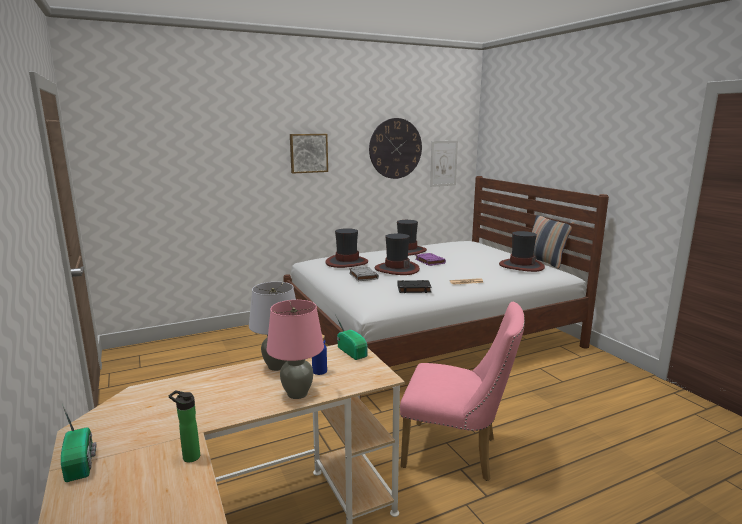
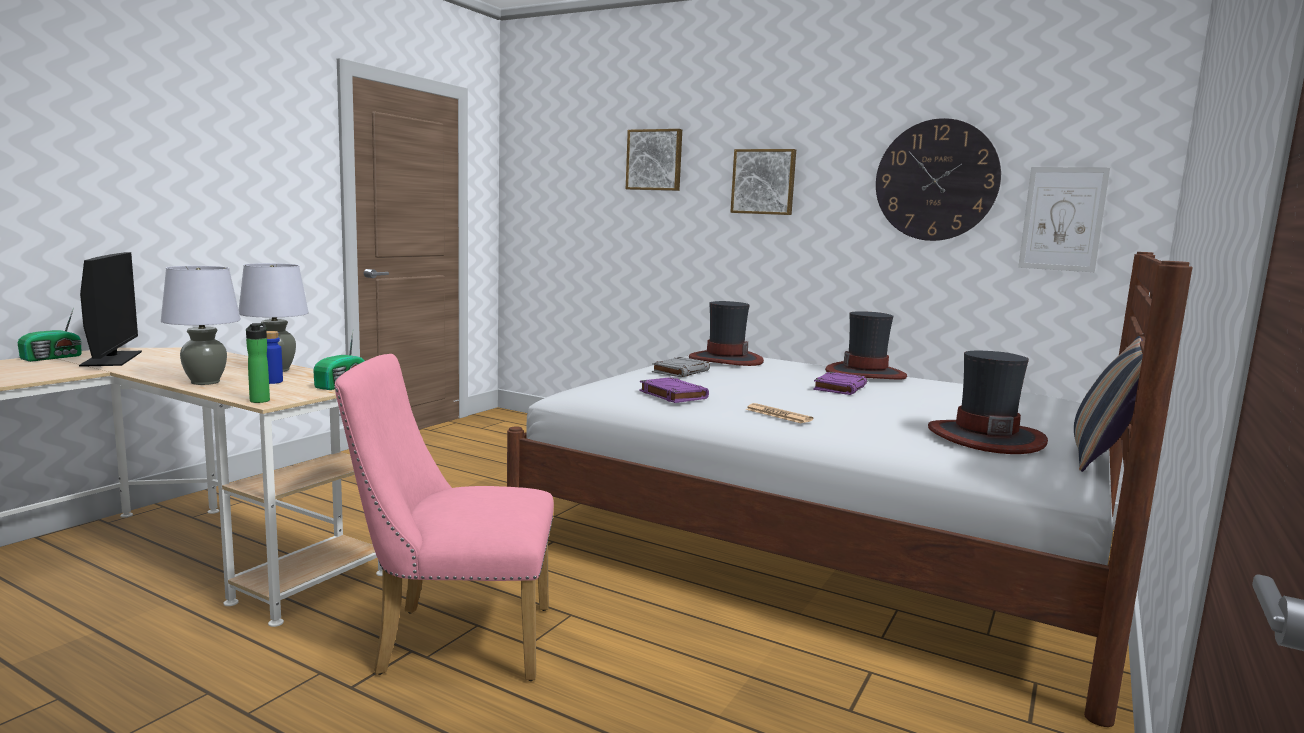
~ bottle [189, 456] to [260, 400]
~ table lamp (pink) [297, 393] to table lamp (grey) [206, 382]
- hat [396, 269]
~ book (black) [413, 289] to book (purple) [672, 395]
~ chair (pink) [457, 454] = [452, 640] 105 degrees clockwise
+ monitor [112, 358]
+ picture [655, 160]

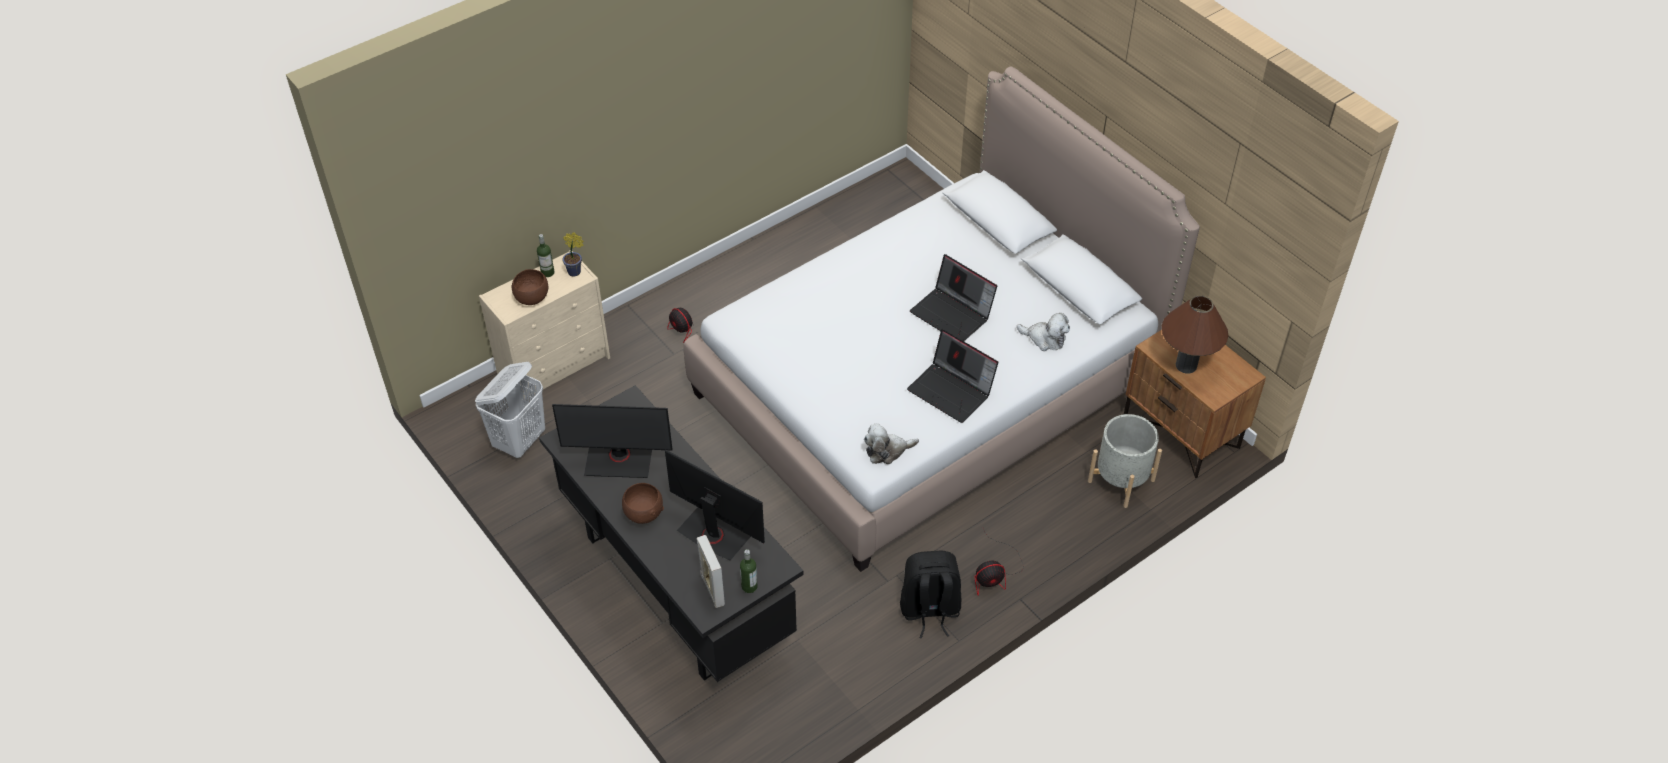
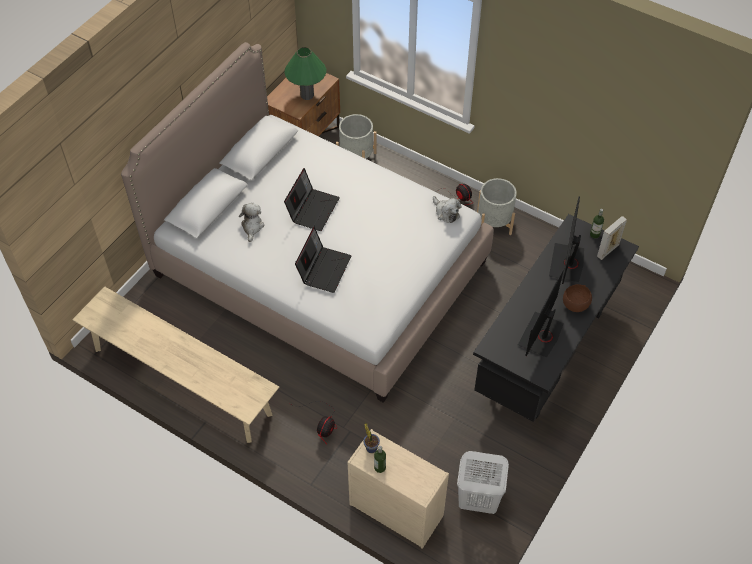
- bowl (brown) [532, 298]
~ monitor [619, 459] = [541, 335] 135 degrees counterclockwise
~ backpack (black) [929, 610] to planter (grey) [494, 223]
~ laptop [952, 391] to [324, 268]
~ plush toy [1045, 339] to [252, 226]
~ table lamp (brown) [1186, 365] to table lamp (green) [307, 95]
+ bench (beige) [181, 381]

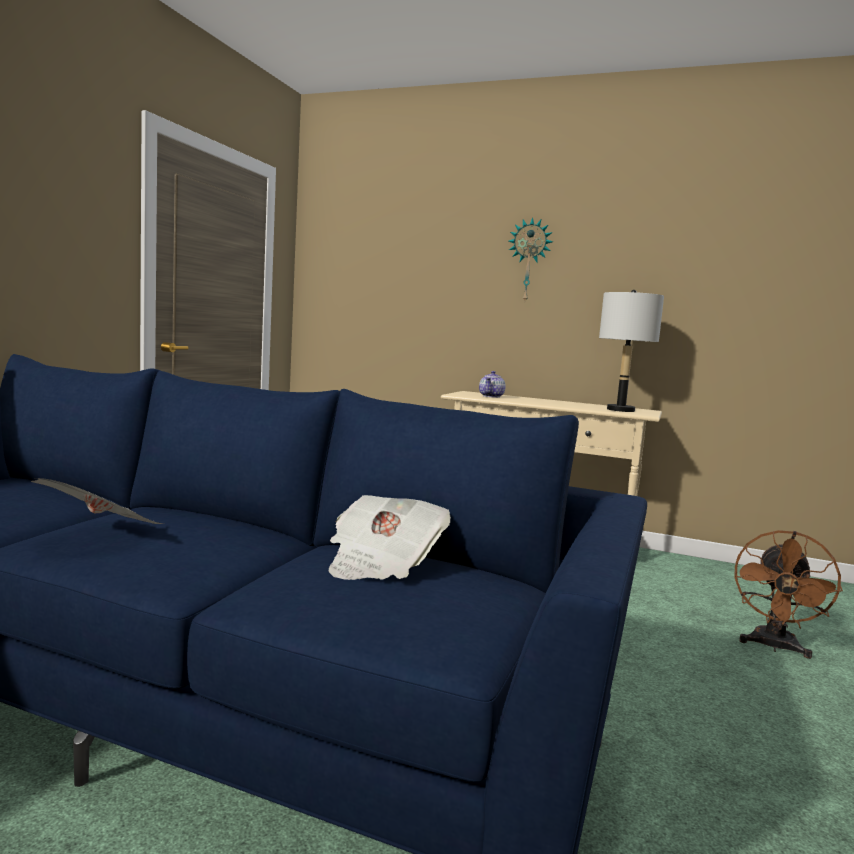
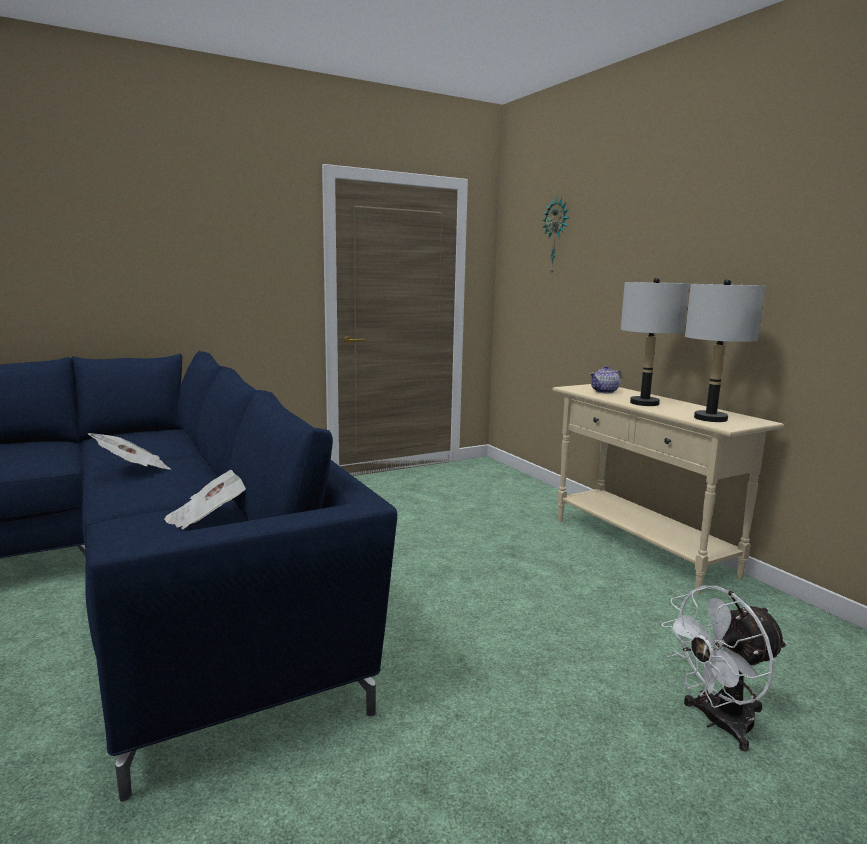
~ wall clock [529, 260] to [556, 236]
~ fan (brown) [774, 647] to fan (white) [718, 723]
+ table lamp (grey) [644, 403]

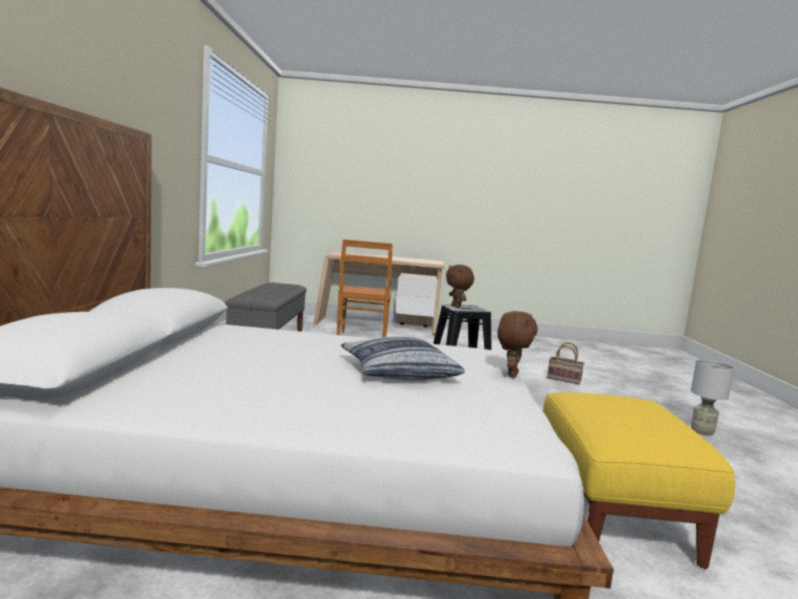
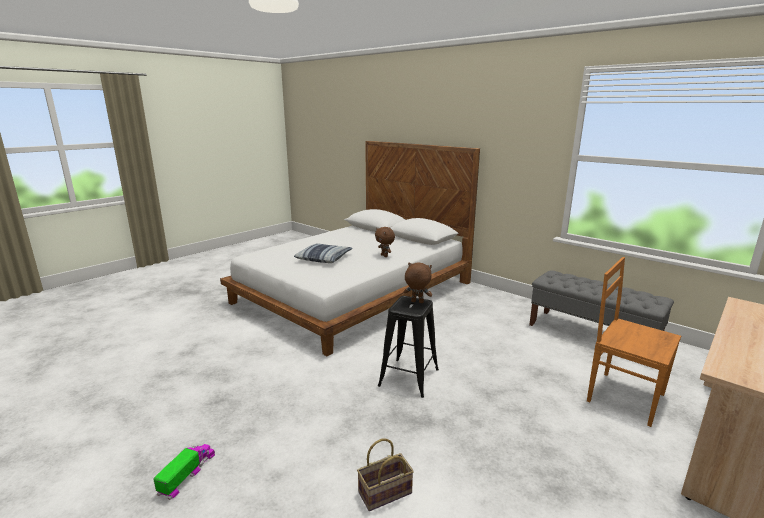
~ plush toy (brown) [511, 375] to [384, 256]
- ottoman (yellow) [613, 513]
~ table lamp (grey) [702, 432] to toy truck [187, 474]

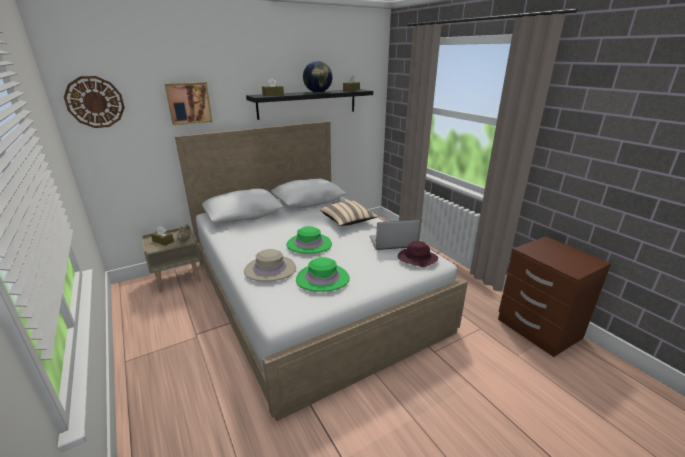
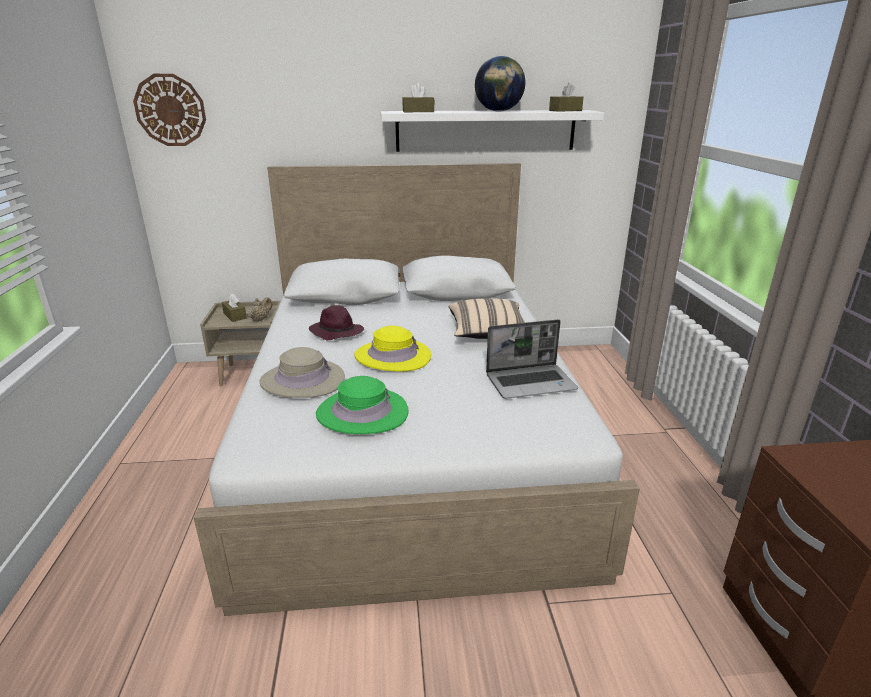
- picture [189, 103]
~ shelf (black) [308, 103] to shelf (white) [486, 130]
~ hat (green) [309, 244] to hat (yellow) [392, 356]
~ laptop [392, 242] = [531, 382] 150 degrees clockwise
~ hat (purple) [416, 259] to [336, 332]

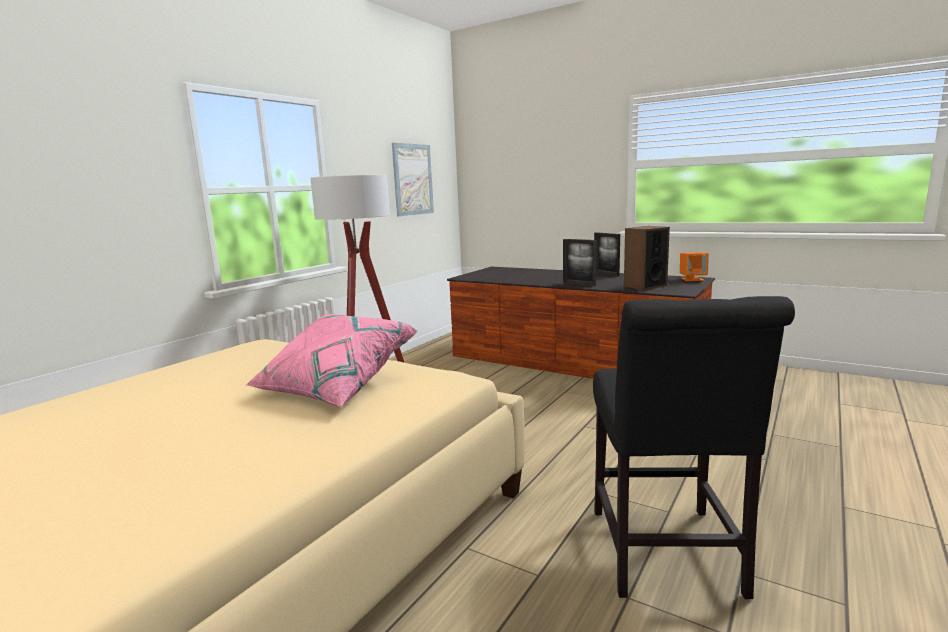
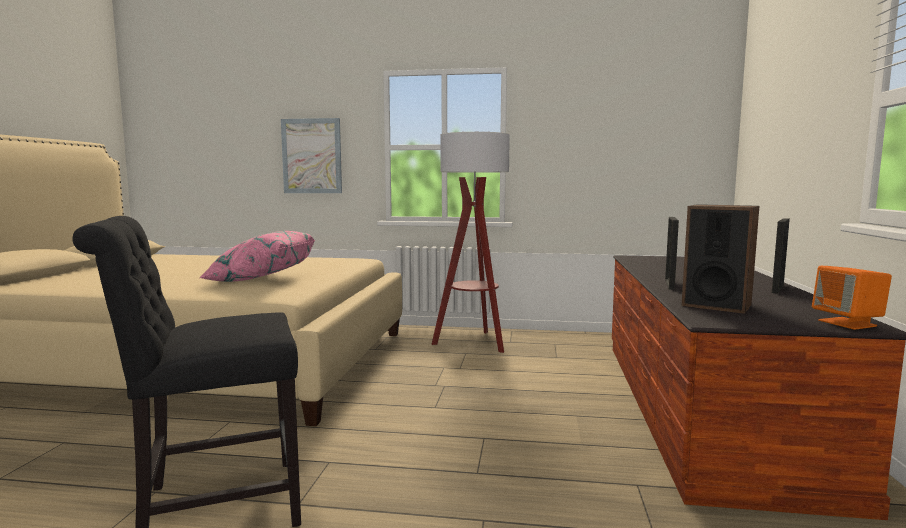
~ picture [412, 179] to [312, 156]

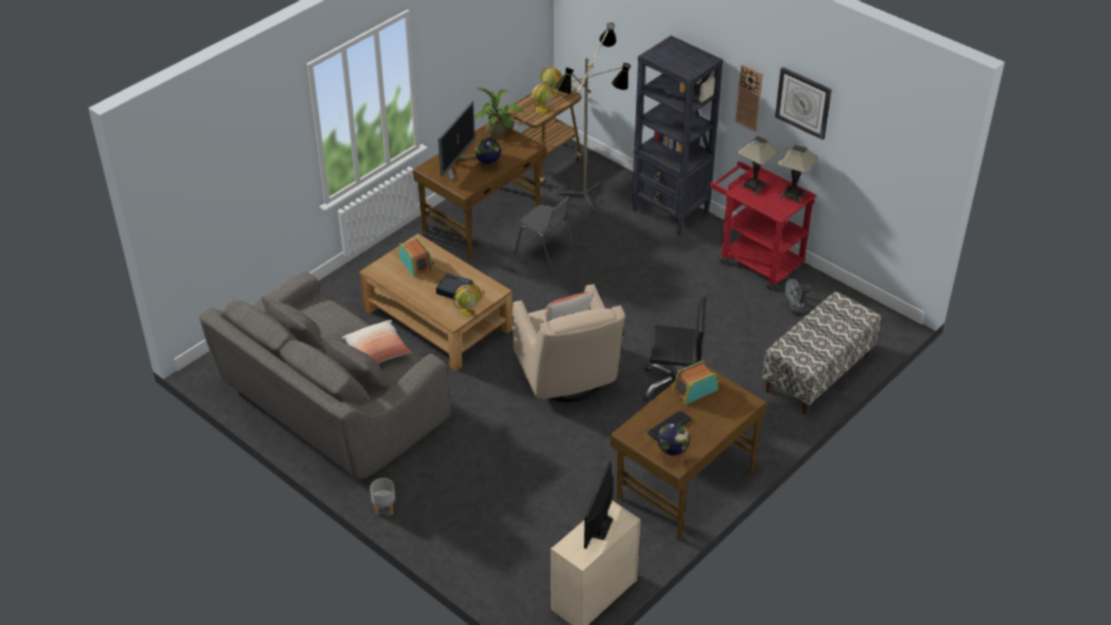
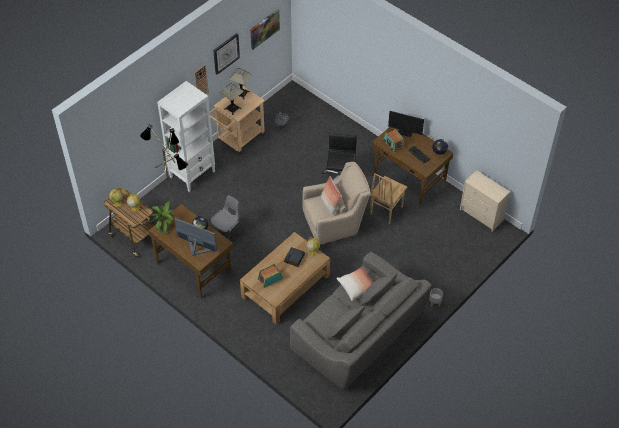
~ monitor [599, 526] to [405, 132]
~ bookcase (black) [671, 213] to bookcase (white) [193, 174]
~ cart (red) [755, 259] to cart (beige) [238, 139]
- bench [818, 373]
+ picture [264, 28]
+ chair (brown) [385, 210]

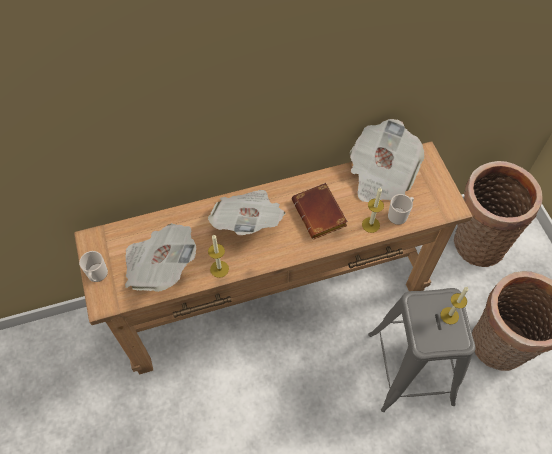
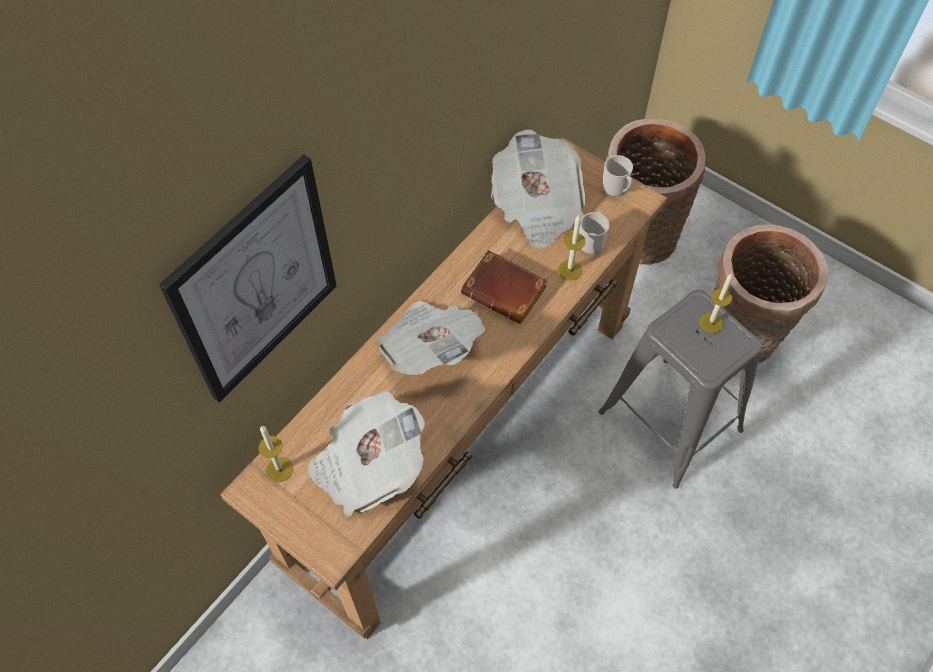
~ mug [97, 275] to [616, 189]
~ candle [219, 269] to [279, 469]
+ picture [255, 283]

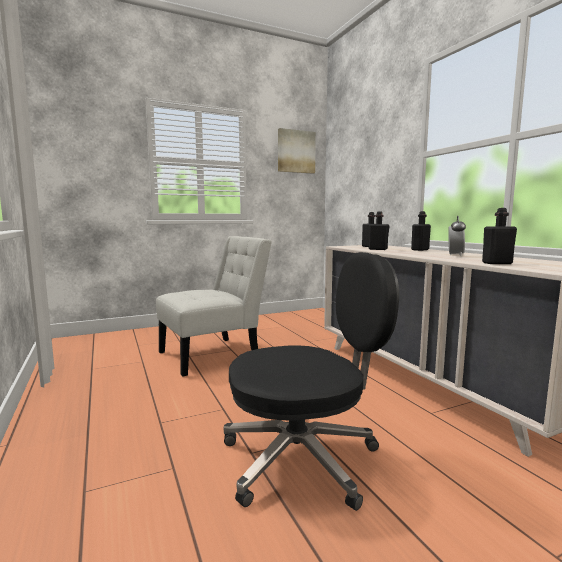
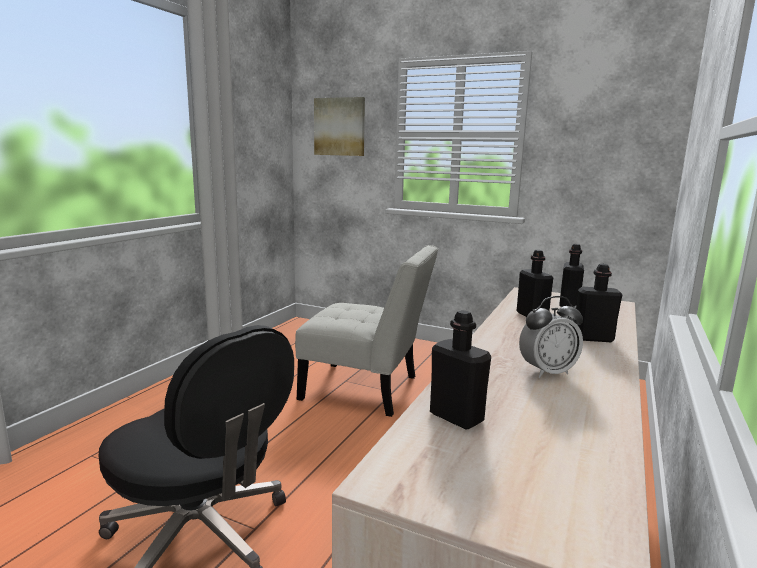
~ picture [296, 151] to [340, 127]

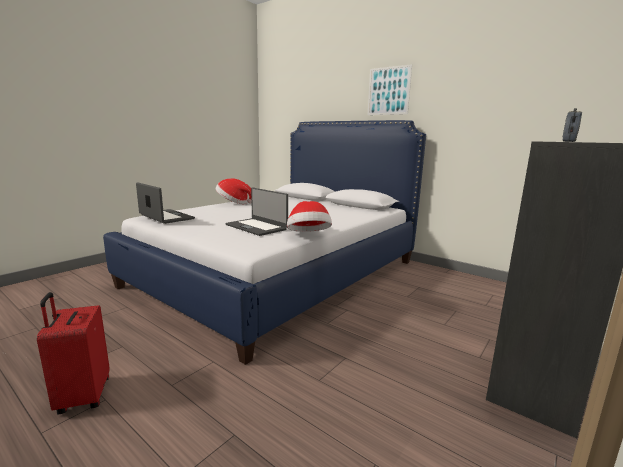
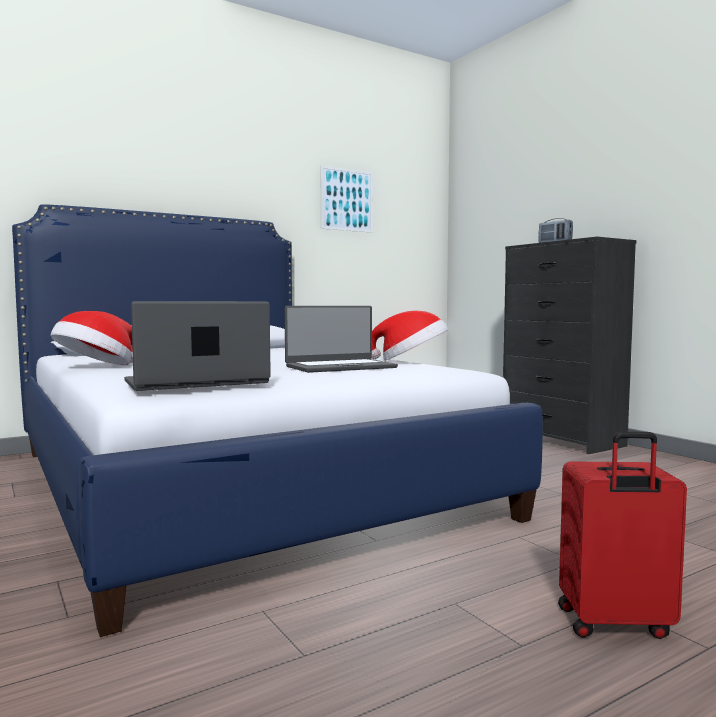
~ picture [388, 91] to [347, 200]

